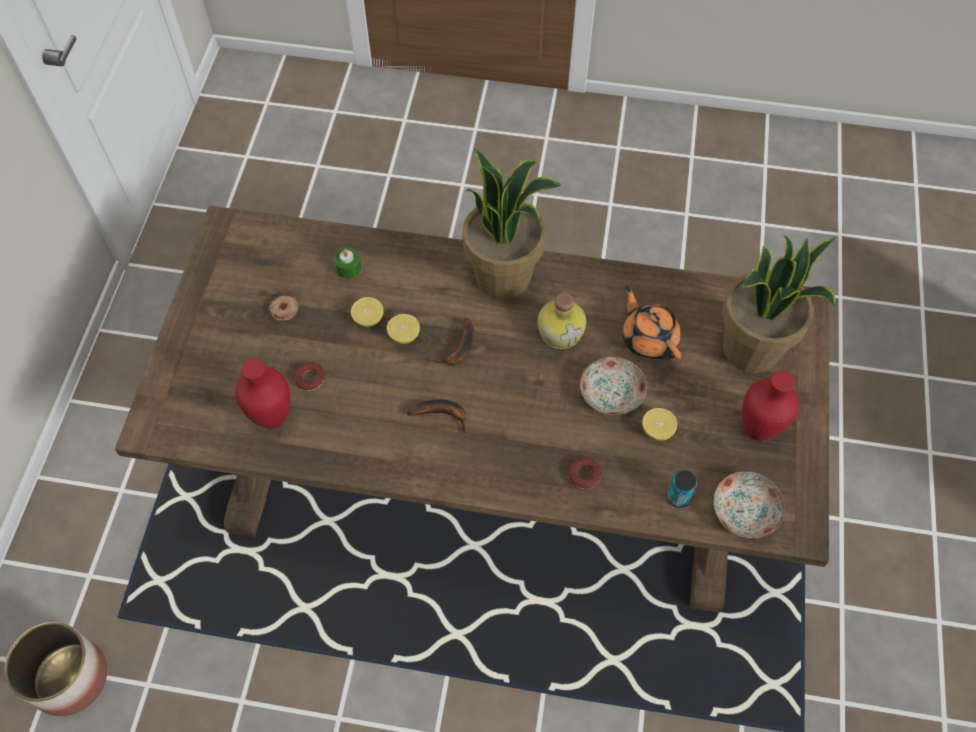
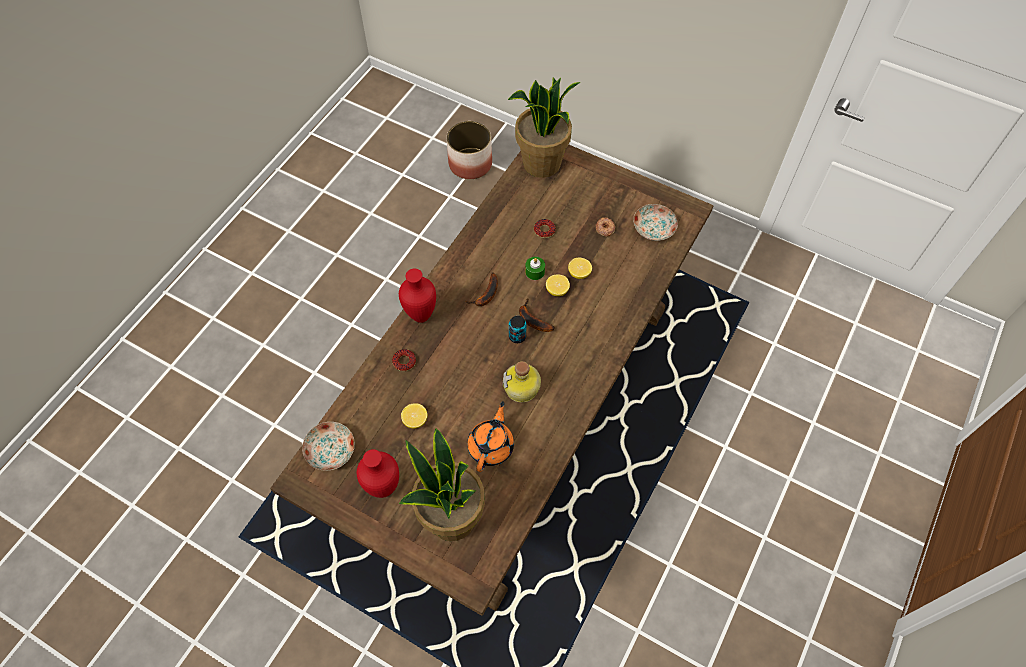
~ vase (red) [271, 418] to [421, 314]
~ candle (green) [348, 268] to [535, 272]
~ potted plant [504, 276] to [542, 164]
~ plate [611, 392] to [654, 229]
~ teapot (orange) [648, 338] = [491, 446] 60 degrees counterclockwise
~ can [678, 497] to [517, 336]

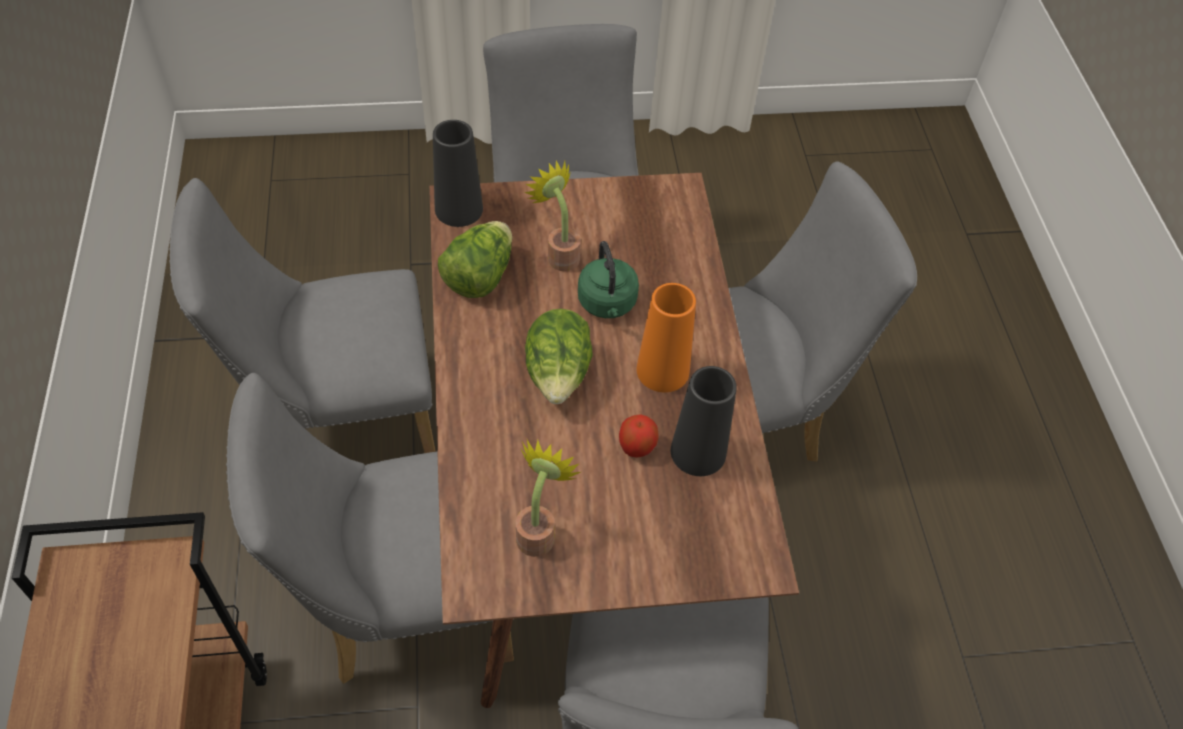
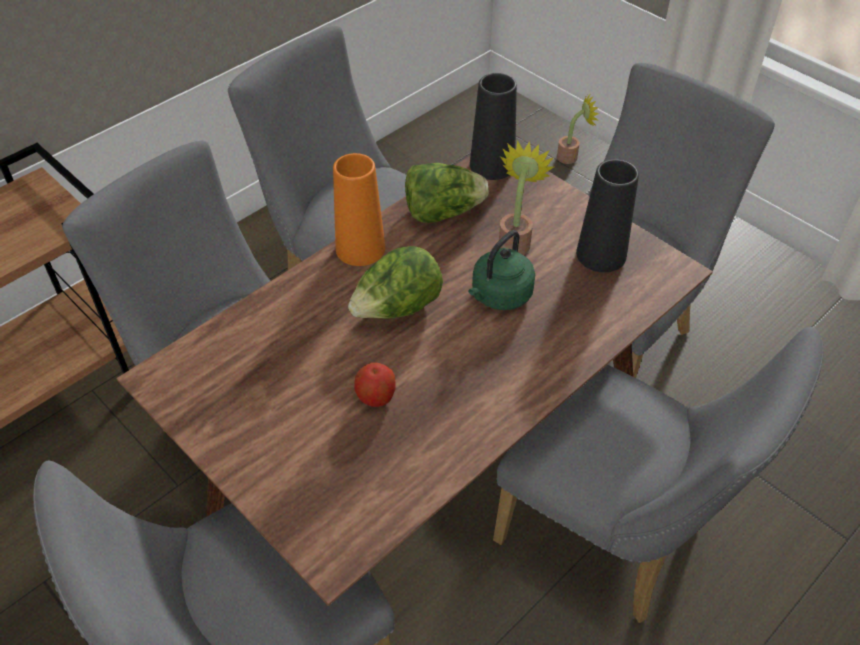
~ potted plant [538, 532] to [571, 156]
~ vase (orange) [662, 370] to [360, 248]
~ vase (black) [698, 452] to [601, 254]

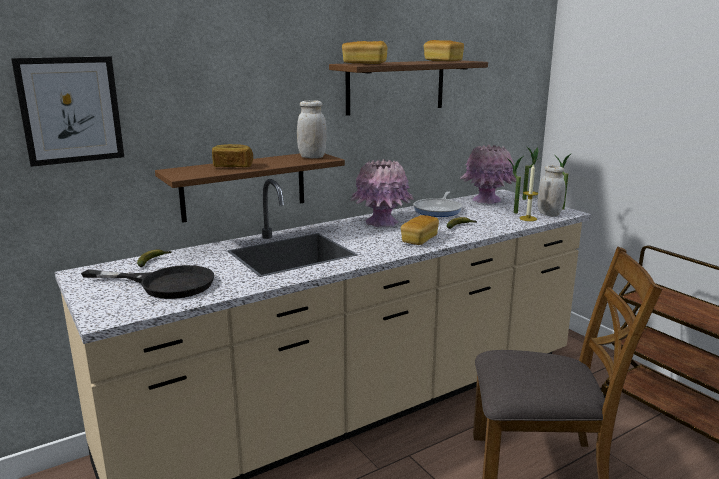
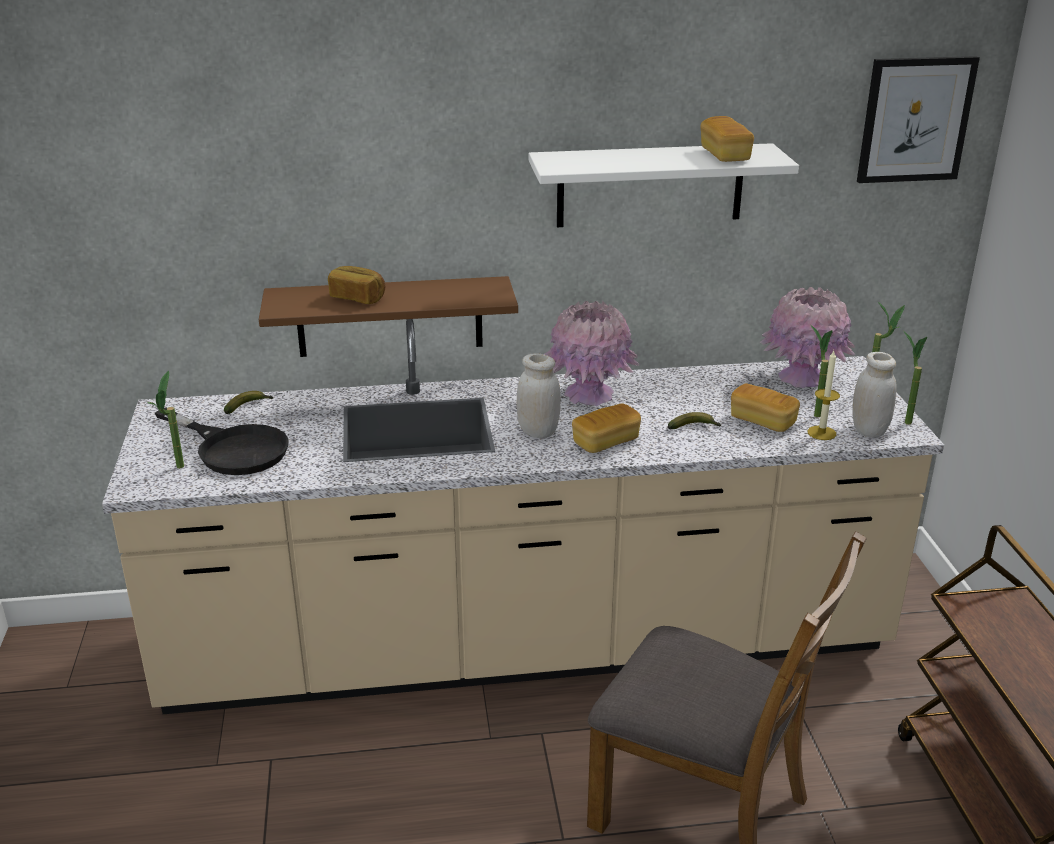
~ picture [70, 110] to [915, 120]
~ jar (white) [312, 157] to [538, 432]
~ shelf (brown) [396, 86] to shelf (white) [650, 185]
~ bread [364, 63] to [762, 421]
- frying pan [438, 210]
+ potted plant [177, 470]

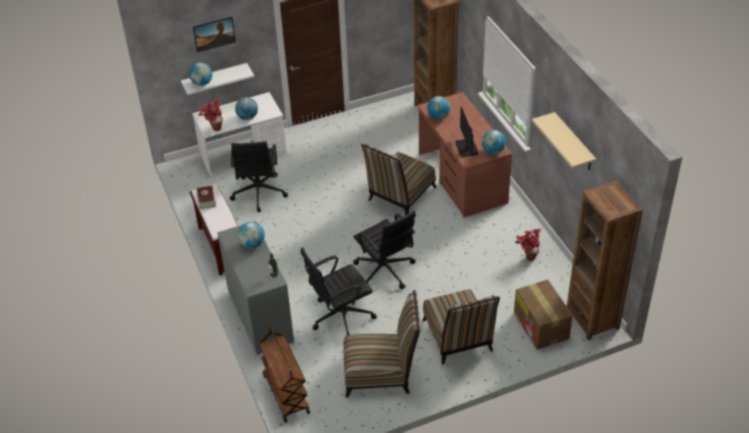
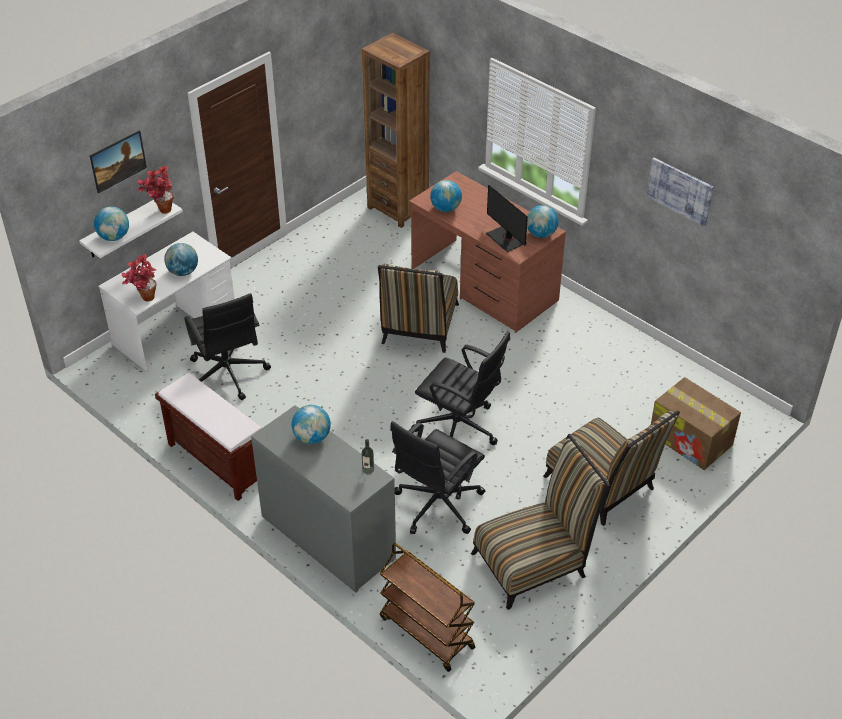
- book [206, 200]
~ potted plant [527, 257] to [160, 210]
~ shelf (beige) [574, 142] to picture [680, 191]
- bookcase (brown) [592, 319]

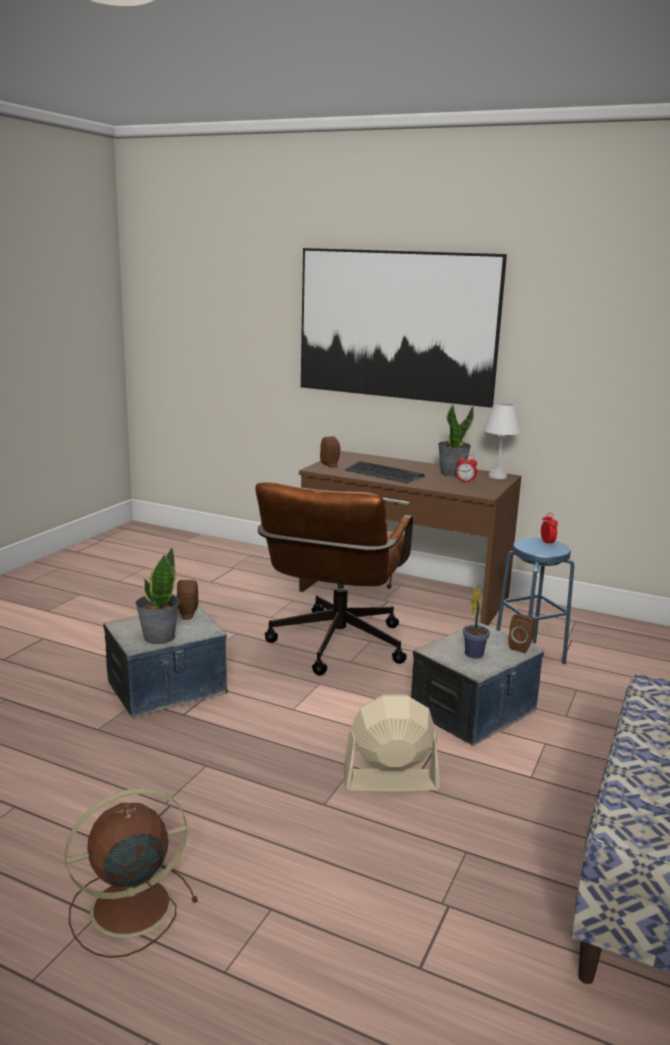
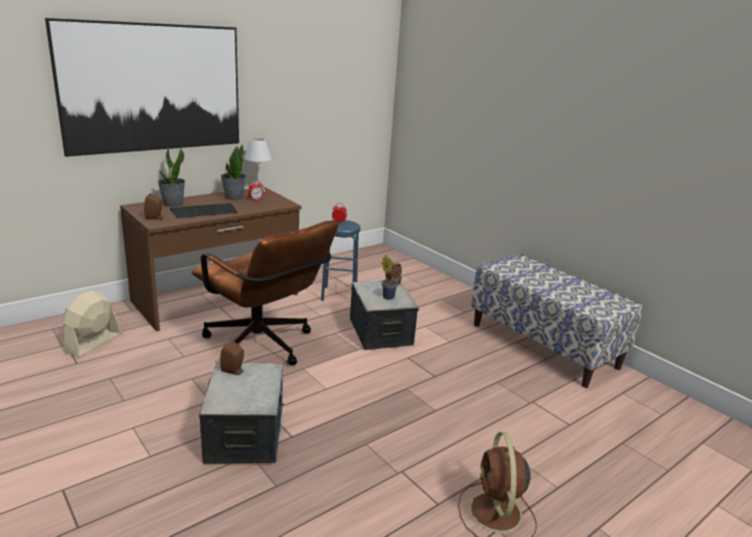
~ potted plant [158, 637] to [173, 204]
~ fan (beige) [390, 780] to [93, 343]

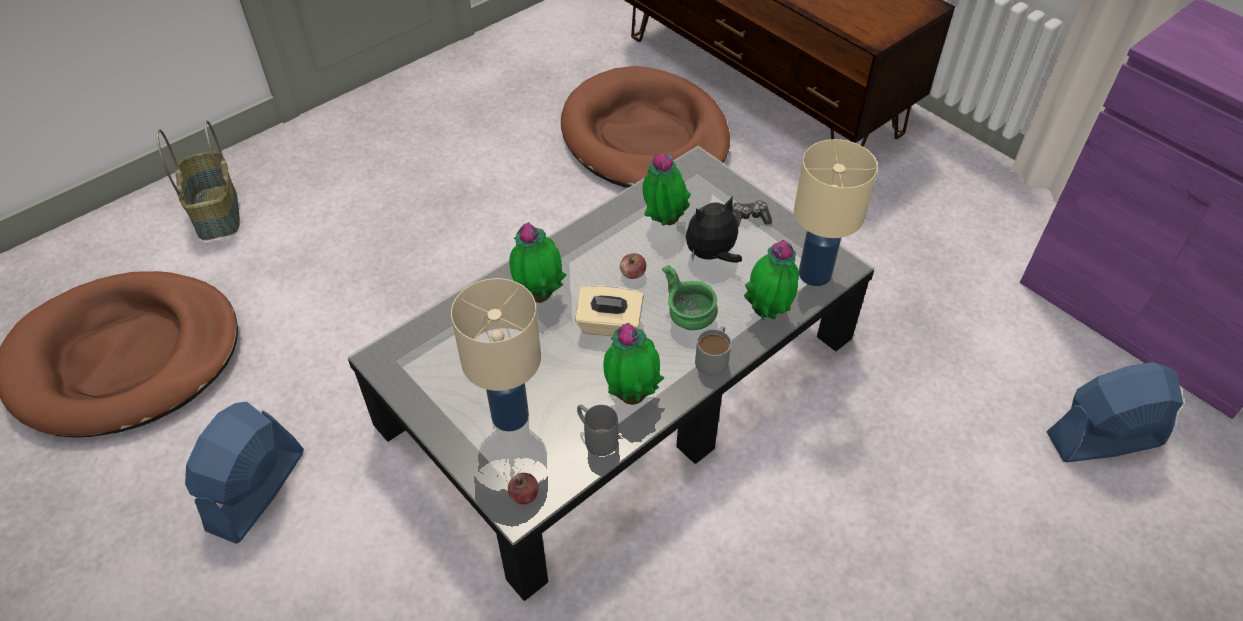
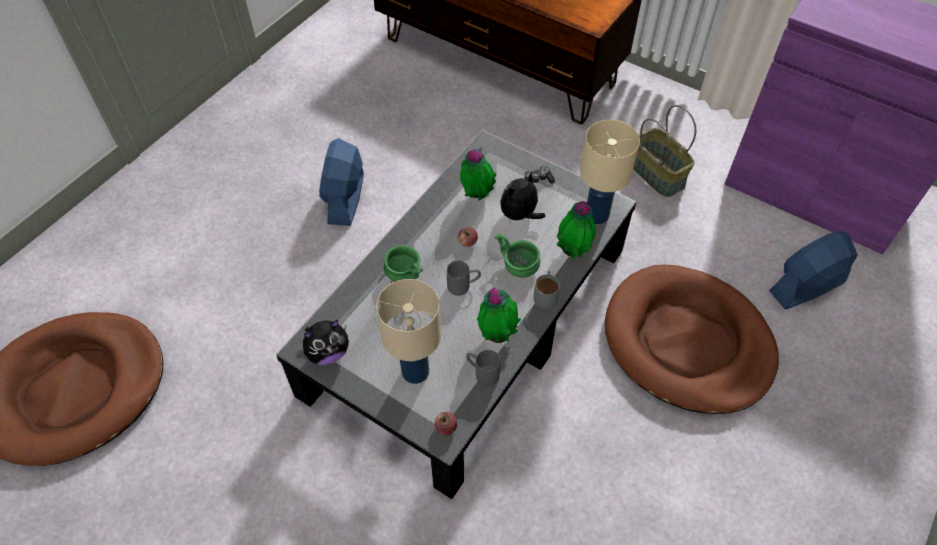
~ basket [218, 213] to [658, 175]
~ fan (blue) [256, 490] to [345, 199]
~ potted plant [539, 295] to bowl (green) [404, 273]
~ dog bed (brown) [645, 137] to [687, 342]
~ tissue box (beige) [609, 325] to mug (grey) [463, 286]
+ plush toy [328, 353]

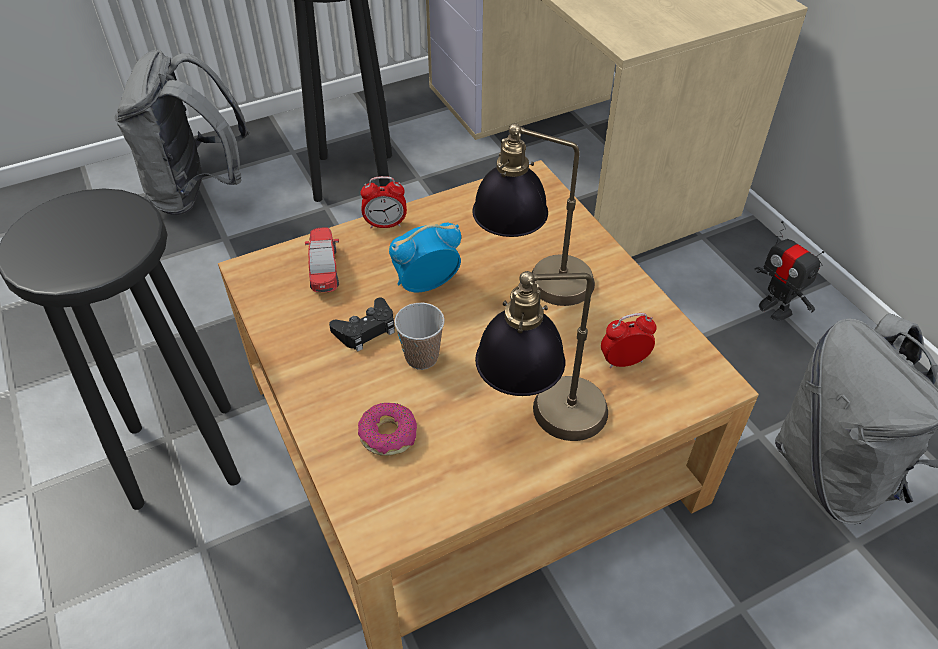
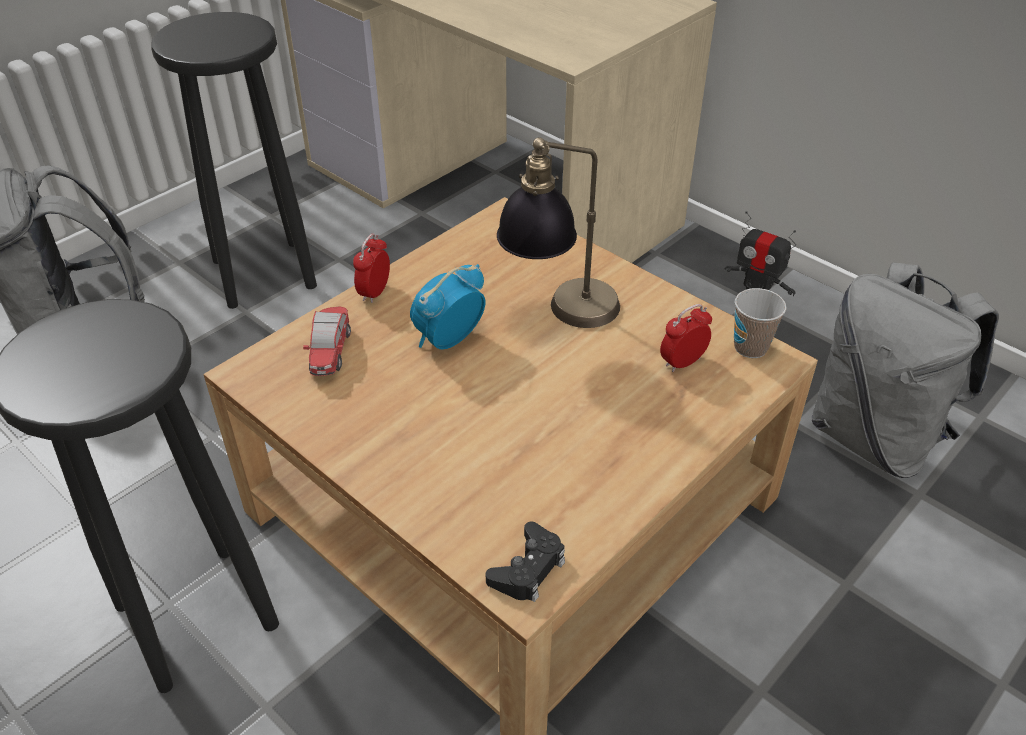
~ toy car [324, 270] = [331, 352] 150 degrees counterclockwise
~ game controller (black) [366, 330] to [528, 569]
- donut [388, 434]
~ alarm clock [385, 224] = [374, 292] 135 degrees clockwise
~ cup [421, 357] to [750, 347]
- table lamp [542, 423]

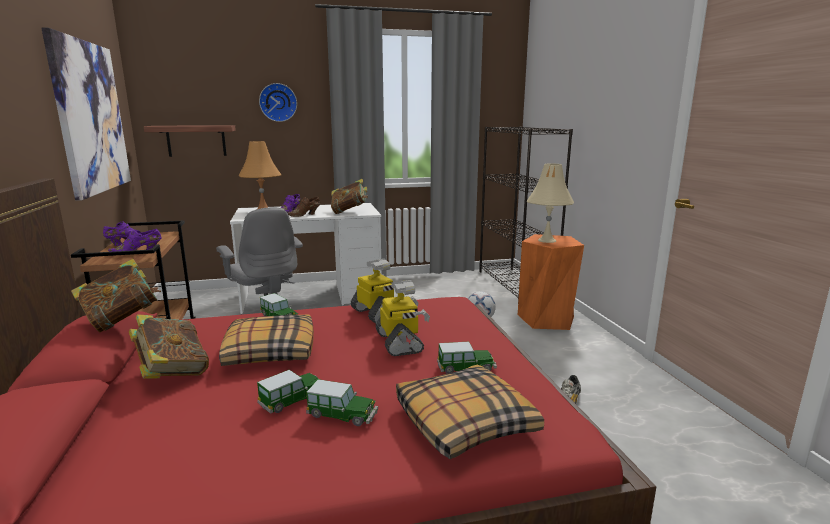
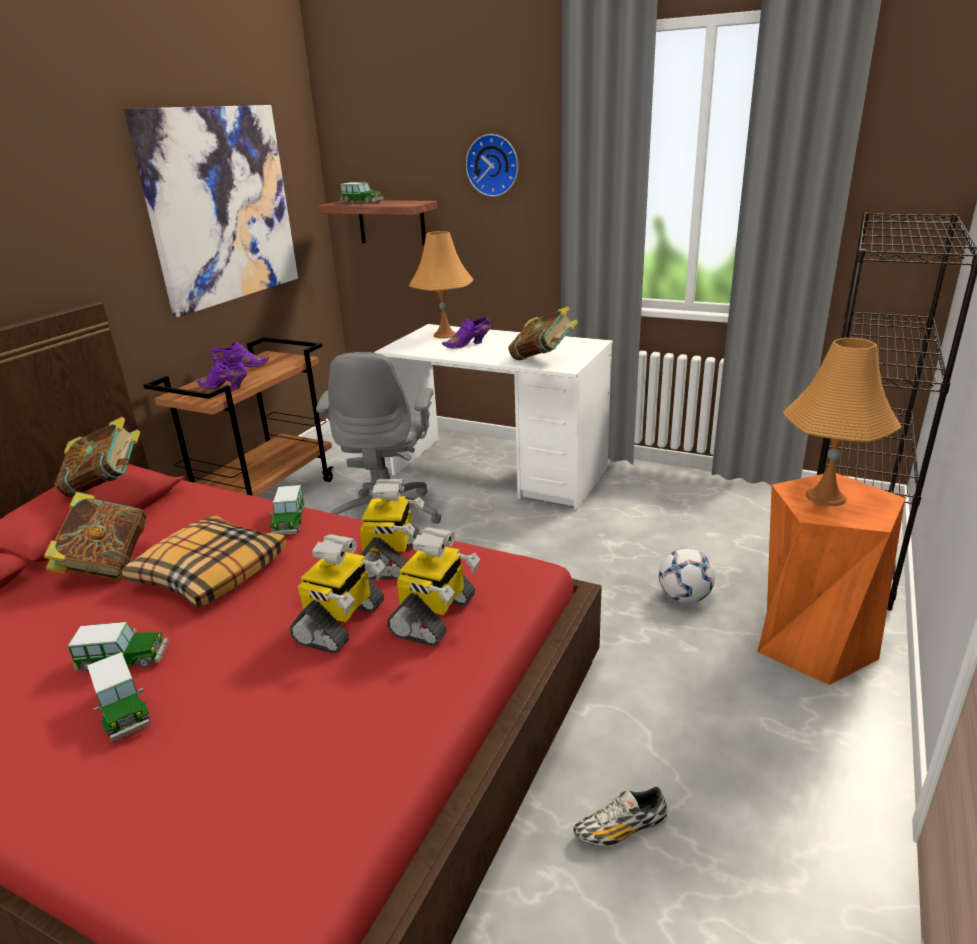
- shoe (brown) [305, 215]
- pillow [463, 422]
~ toy car [466, 368] to [362, 202]
~ table lamp (beige) [547, 240] to table lamp (orange) [825, 497]
+ toy robot [435, 616]

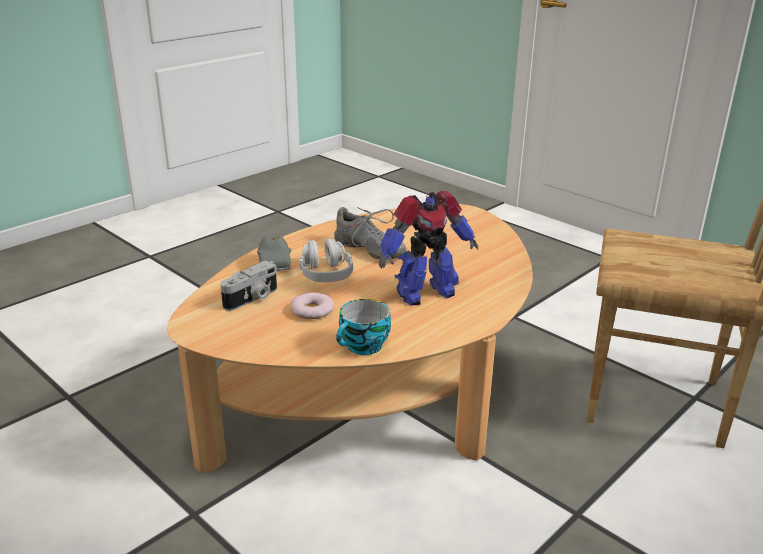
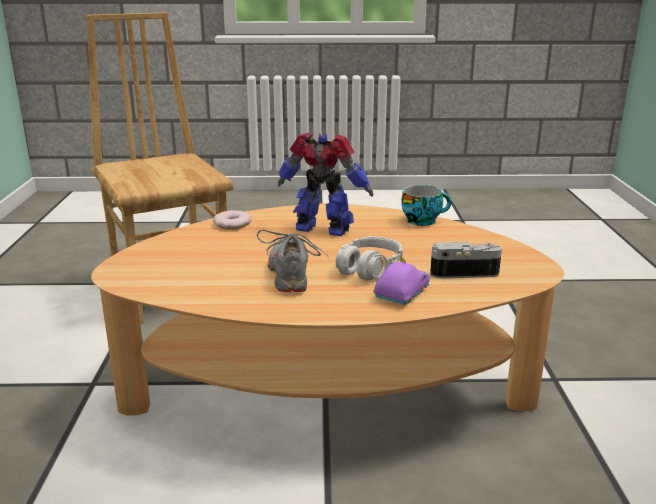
~ toy car (grey) [275, 263] to toy car (purple) [400, 294]
~ donut [312, 310] to [232, 224]

